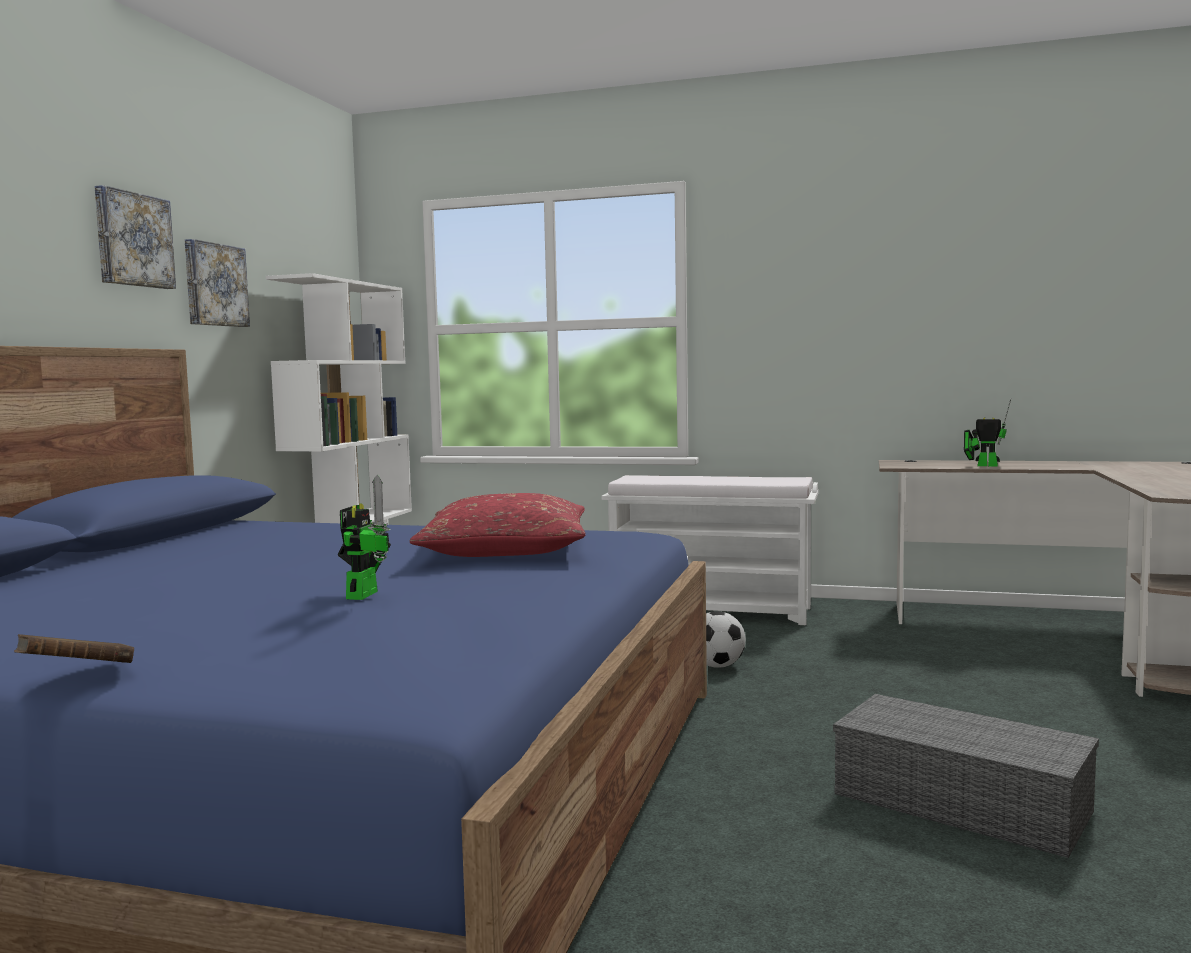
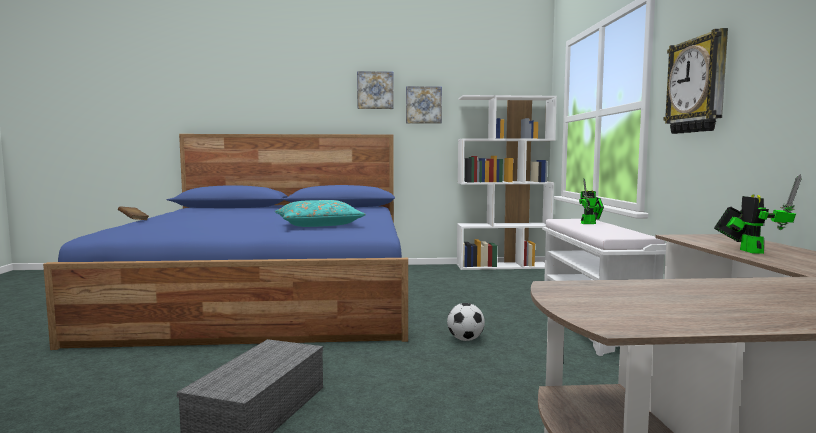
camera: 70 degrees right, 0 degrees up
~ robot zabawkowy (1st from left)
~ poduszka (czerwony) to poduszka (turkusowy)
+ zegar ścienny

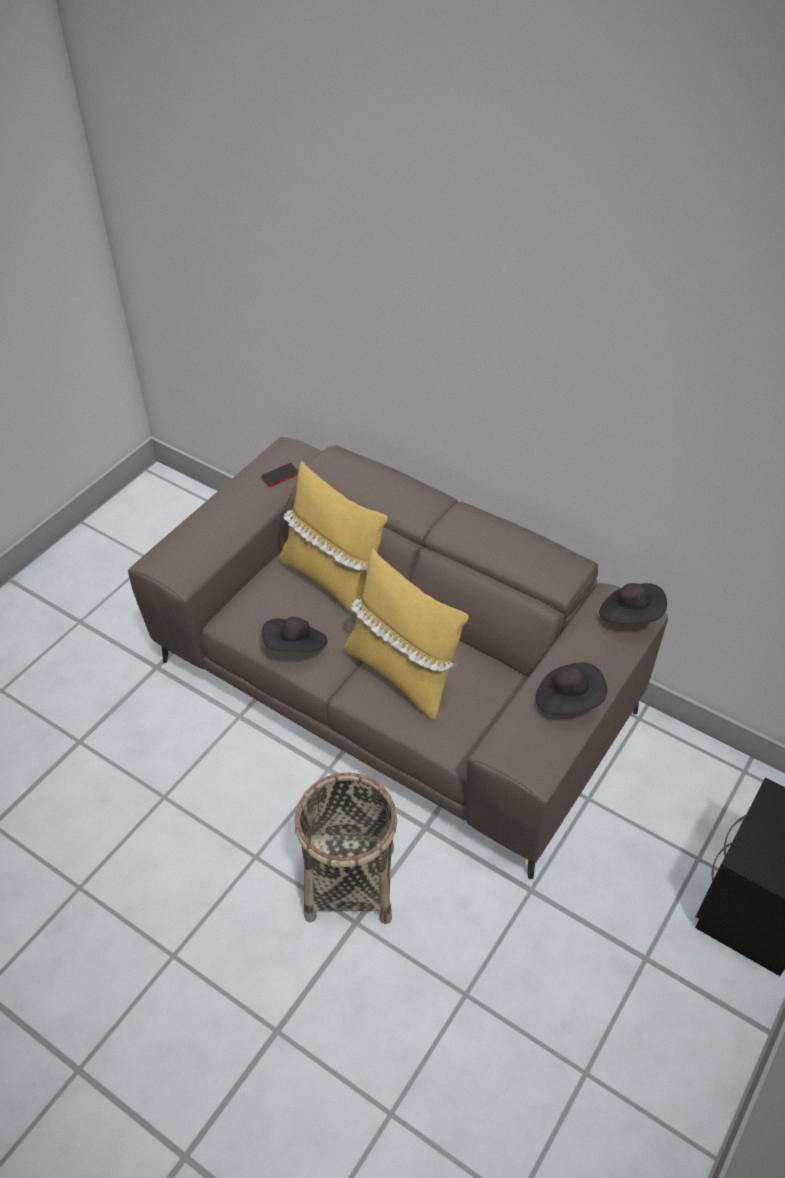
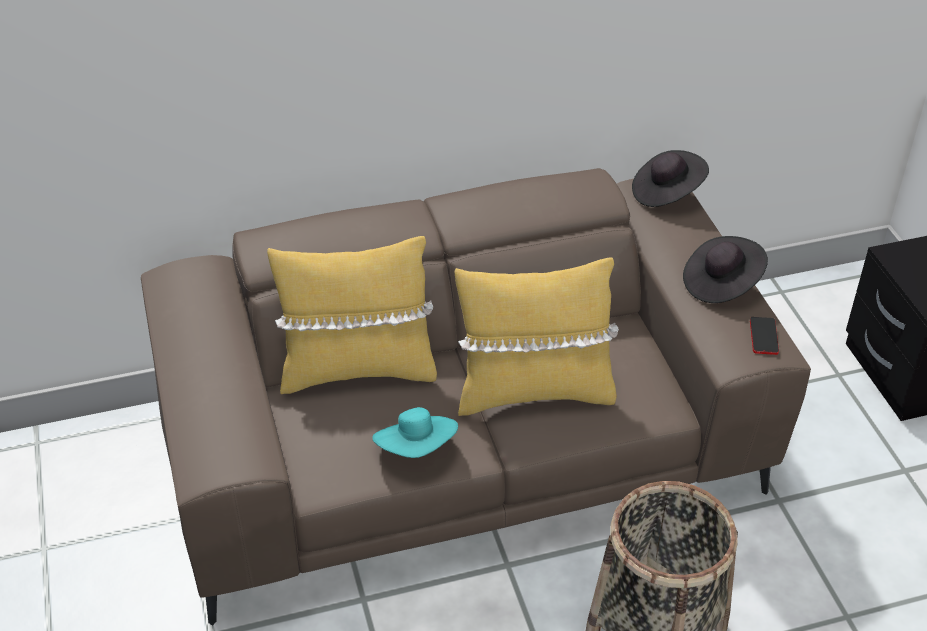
camera: 50 degrees left, 5 degrees down
~ telefon
~ kapelusz (czarny) (1st from left) to kapelusz (turkusowy)

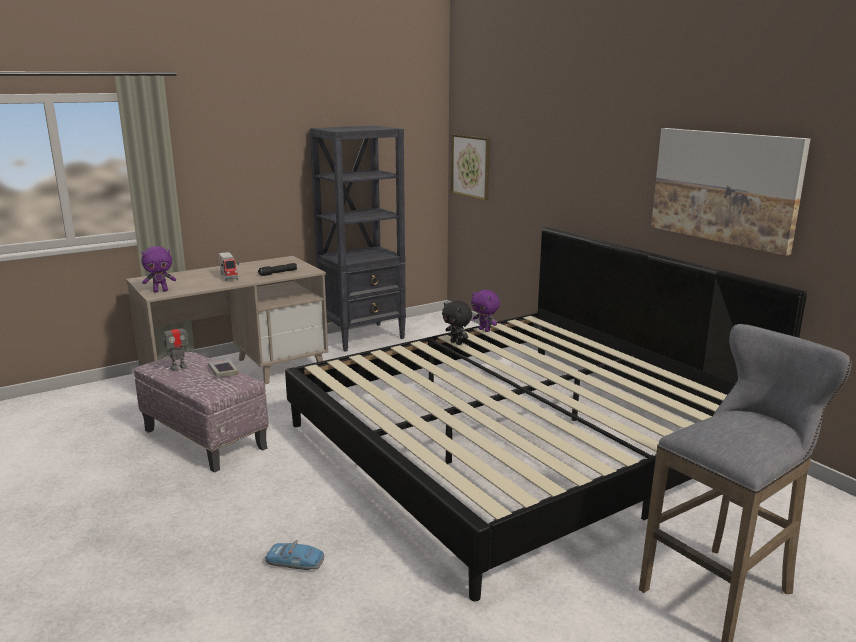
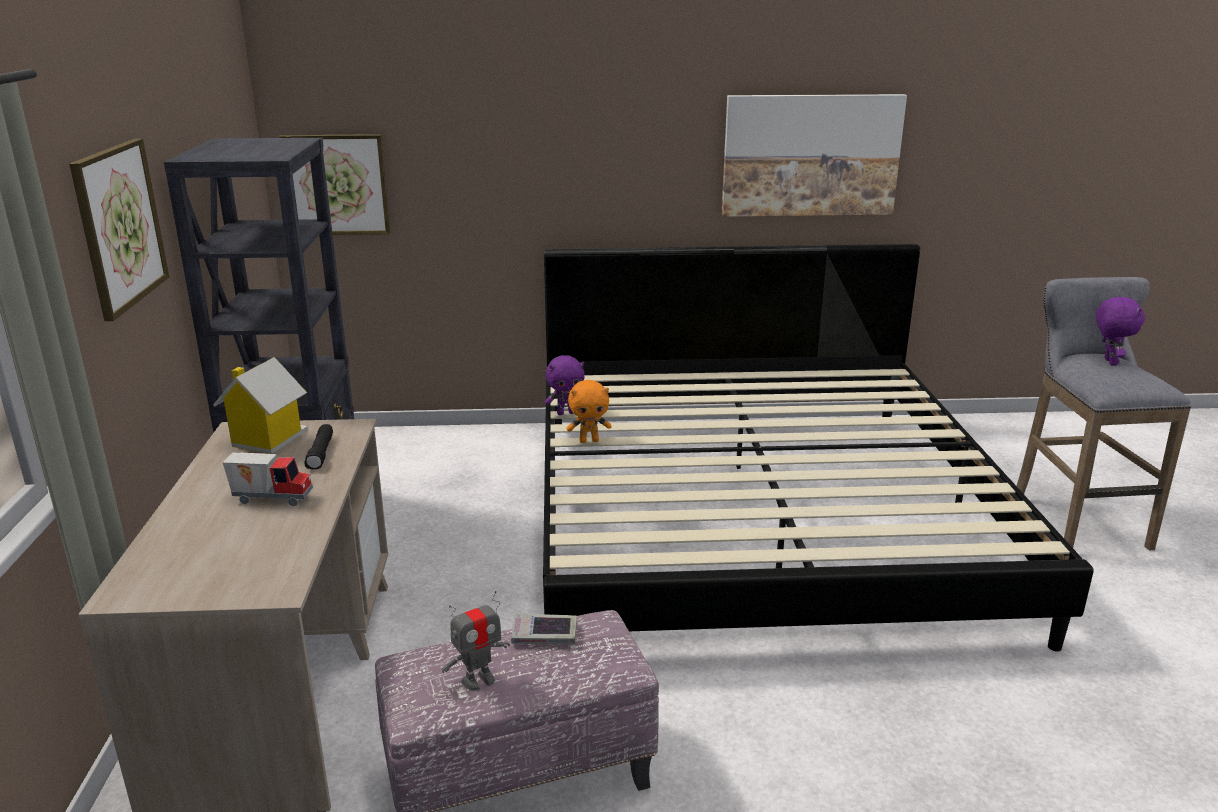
camera: 60 degrees left, 5 degrees up
~ pluszak (fioletowy) (1st from left in the first image) to pluszak (fioletowy) (2nd from left)
~ robot zabawkowy 60 degrees clockwise
- samochodzik
~ pluszak (czarny) to pluszak (pomarańczowy)
+ obraz (1st from left)
+ domek

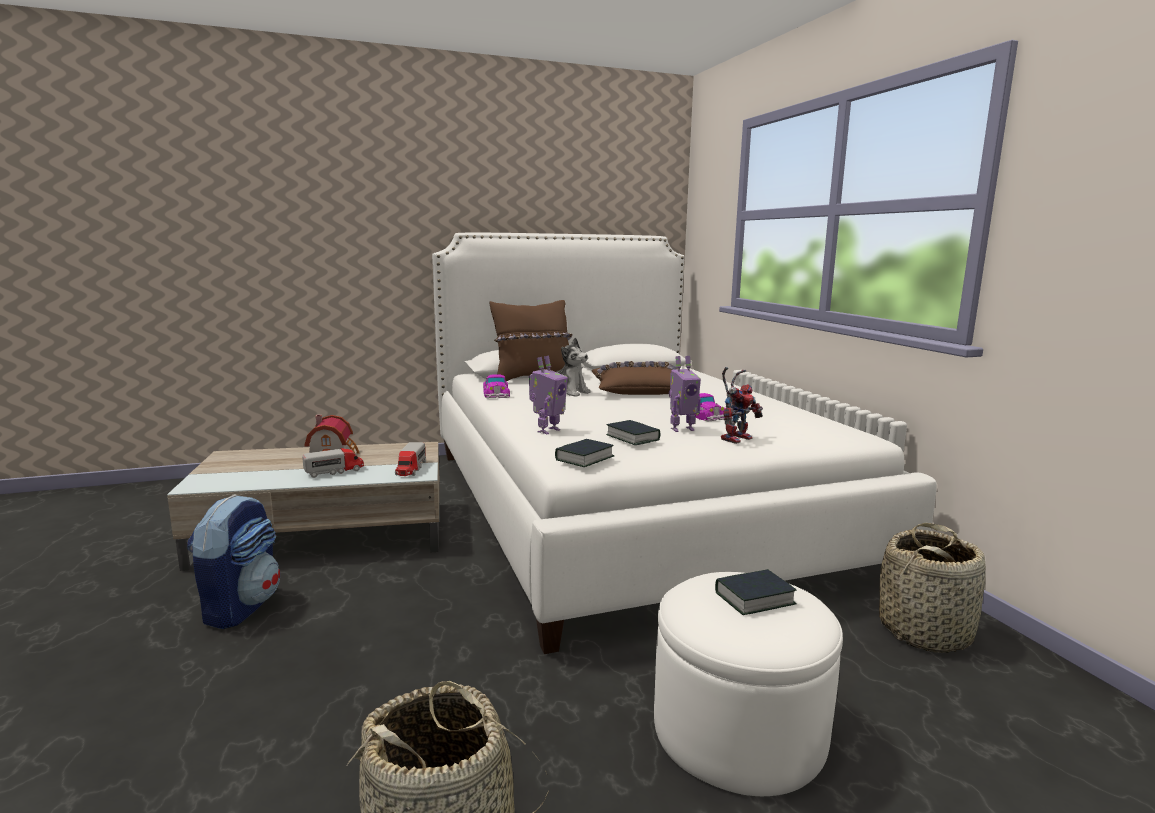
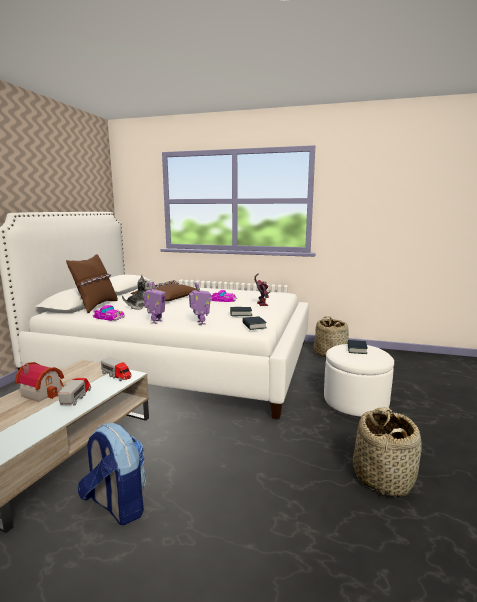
camera: 55 degrees left, 0 degrees up
~ robot zabawkowy (2nd from left in the first image) to robot zabawkowy (1st from left)

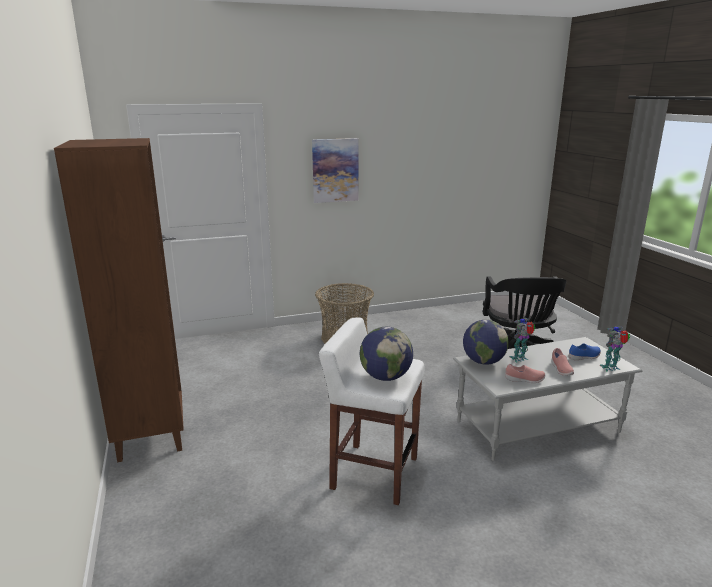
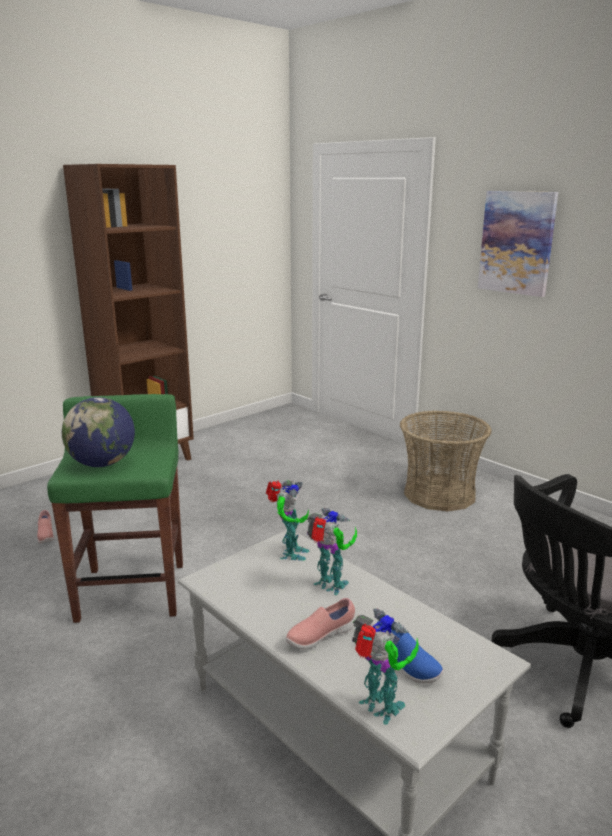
camera: 65 degrees right, 0 degrees up
~ stołek (biały) to stołek (zielony)
~ globus (2nd from left) to robot zabawkowy (1st from left)
~ but (różowy) (1st from left)

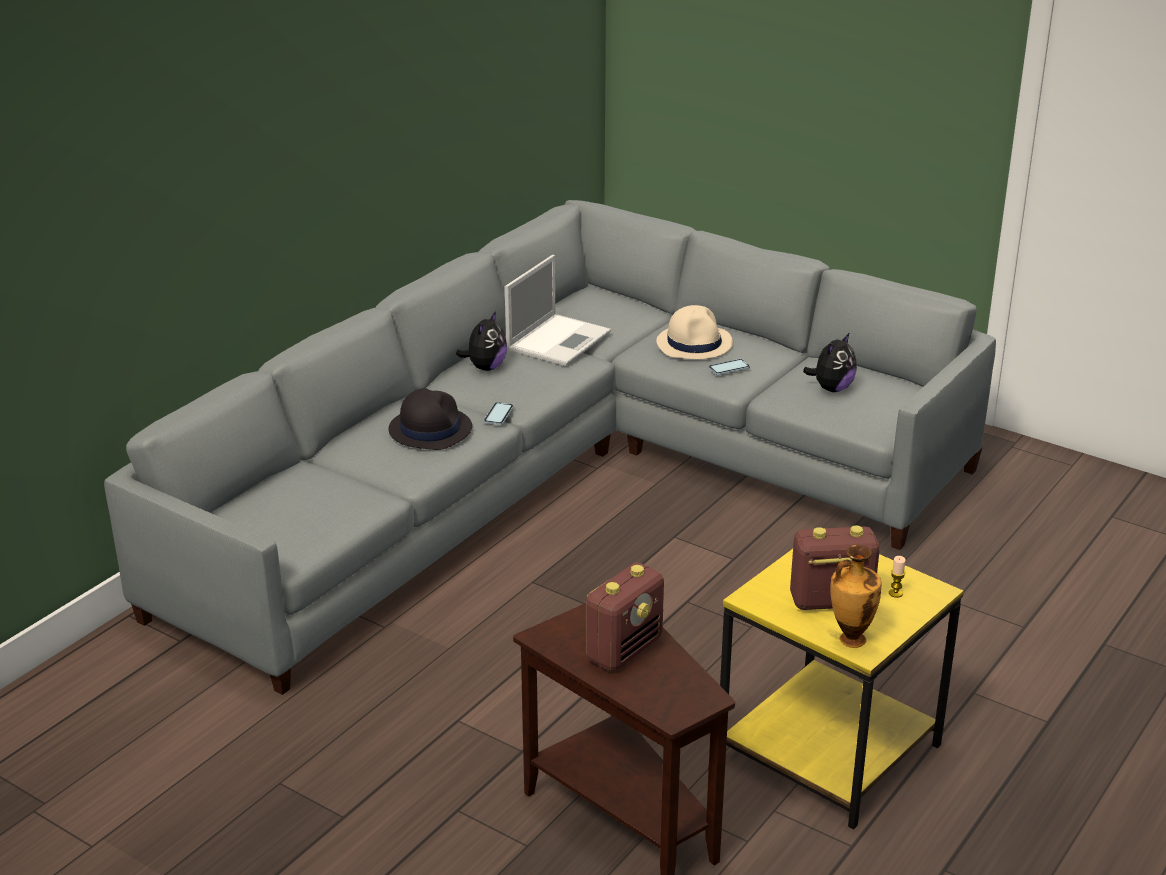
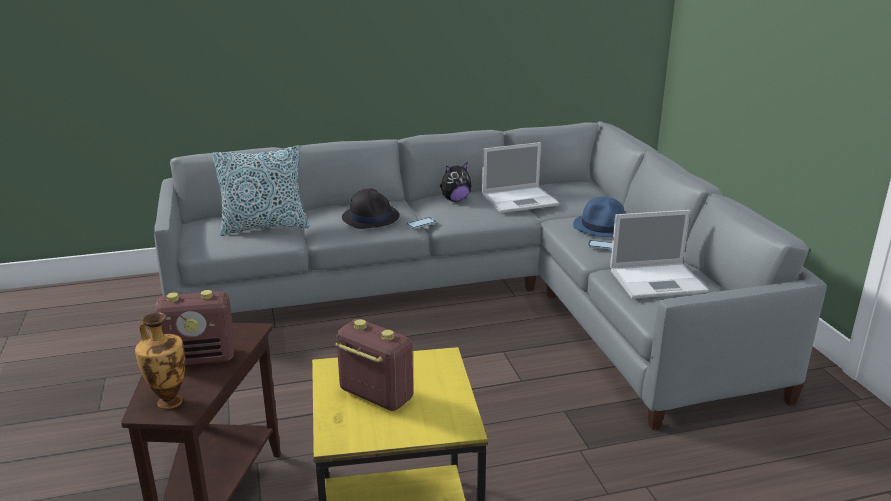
camera: 40 degrees right, 5 degrees down
~ kapelusz (beżowy) to kapelusz (niebieski)
~ pluszak (2nd from left) to laptop (2nd from left)
~ wazon
- świeca
+ poduszka

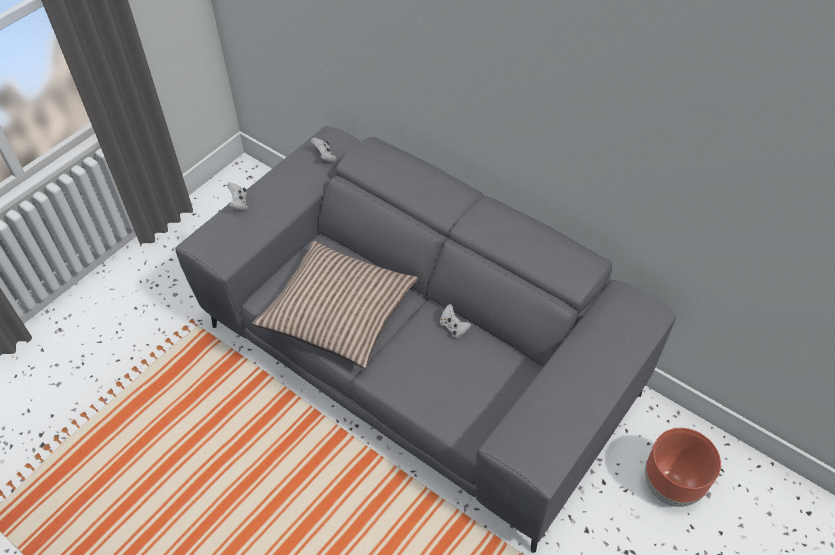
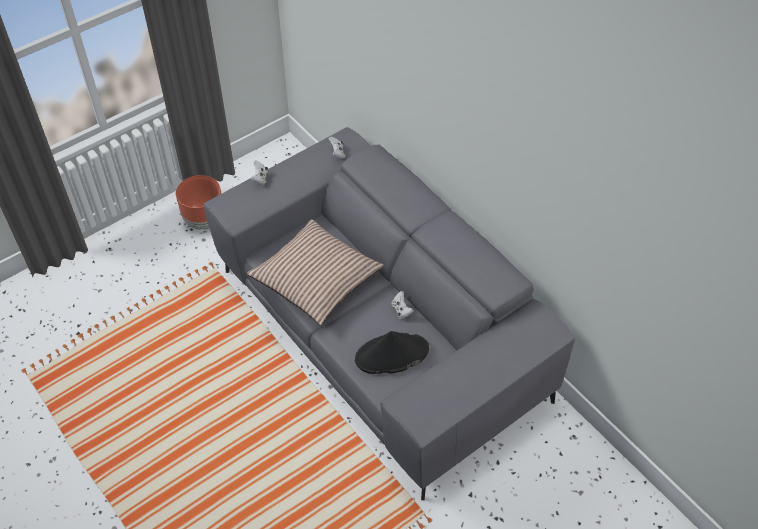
camera: 15 degrees right, 0 degrees up
~ donica (brązowy)
+ kapelusz (czarny)

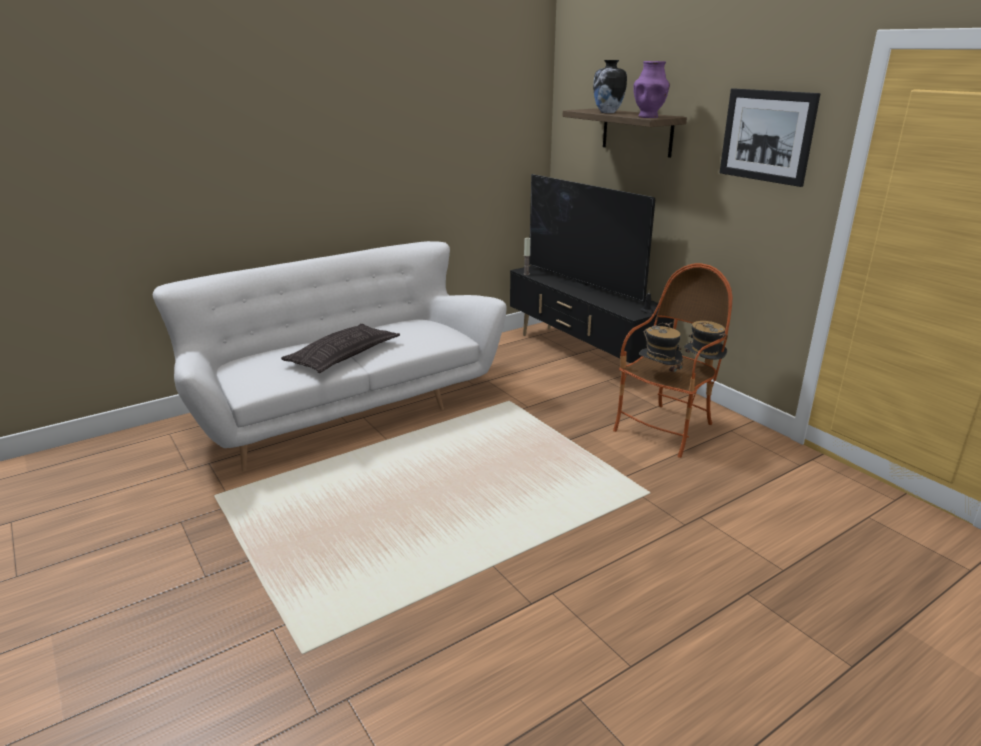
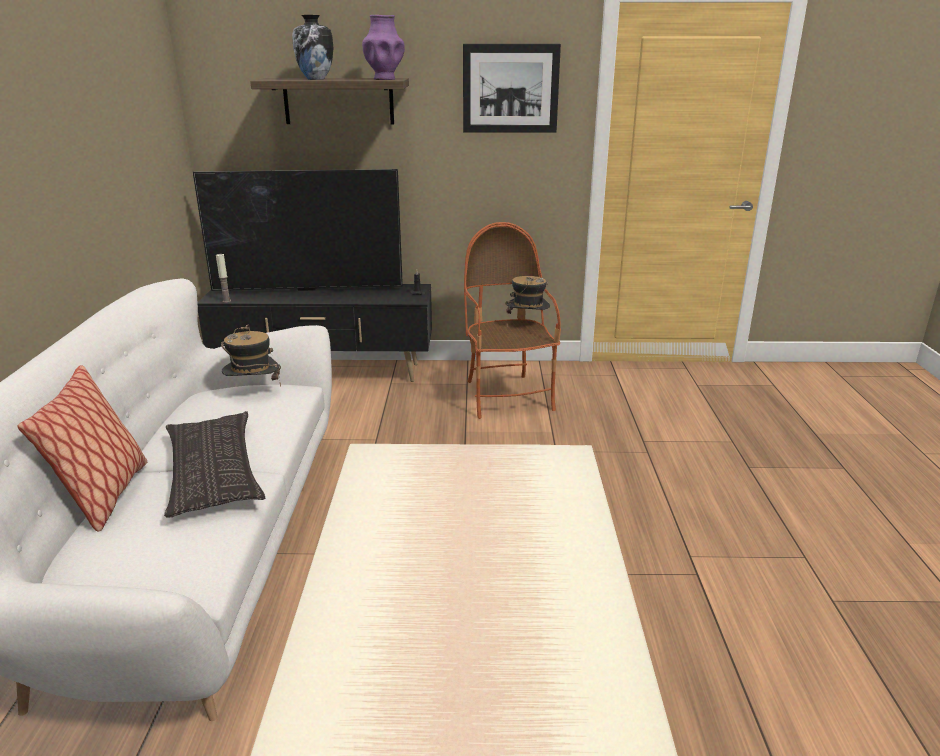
camera: 55 degrees left, 0 degrees up
~ kapelusz (1st from left)
+ poduszka (1st from left)

